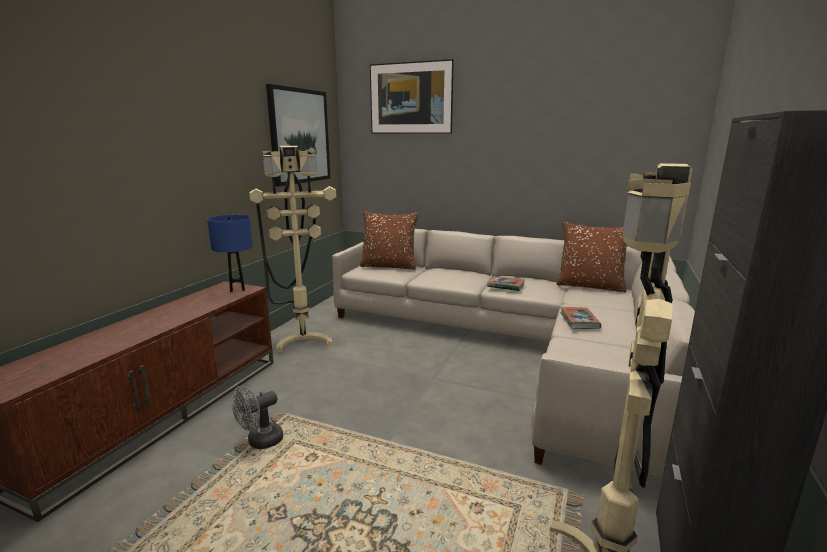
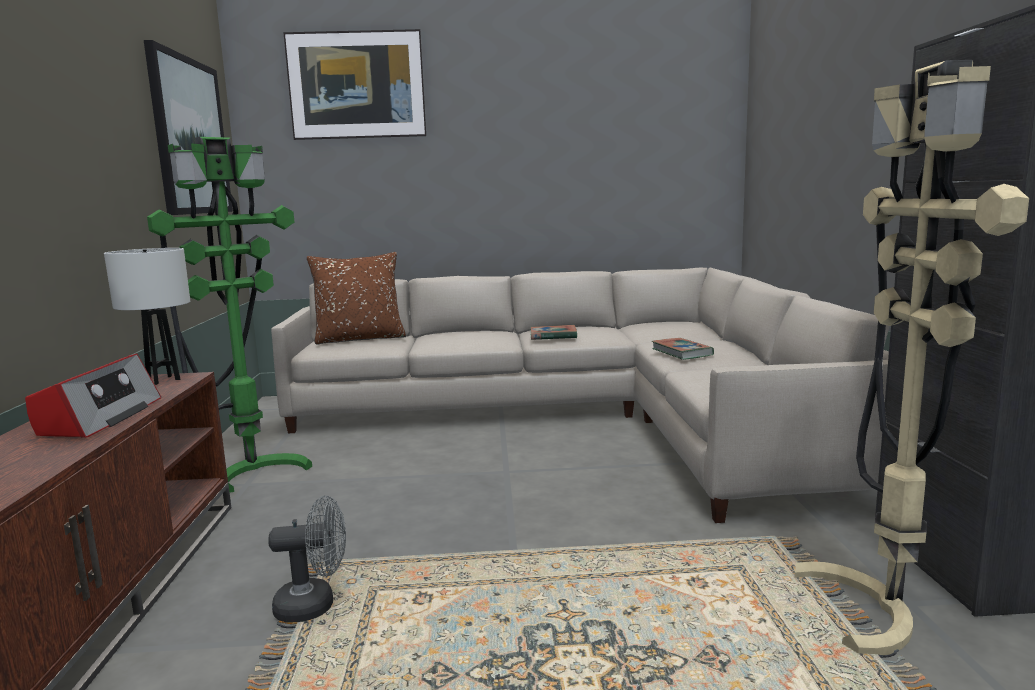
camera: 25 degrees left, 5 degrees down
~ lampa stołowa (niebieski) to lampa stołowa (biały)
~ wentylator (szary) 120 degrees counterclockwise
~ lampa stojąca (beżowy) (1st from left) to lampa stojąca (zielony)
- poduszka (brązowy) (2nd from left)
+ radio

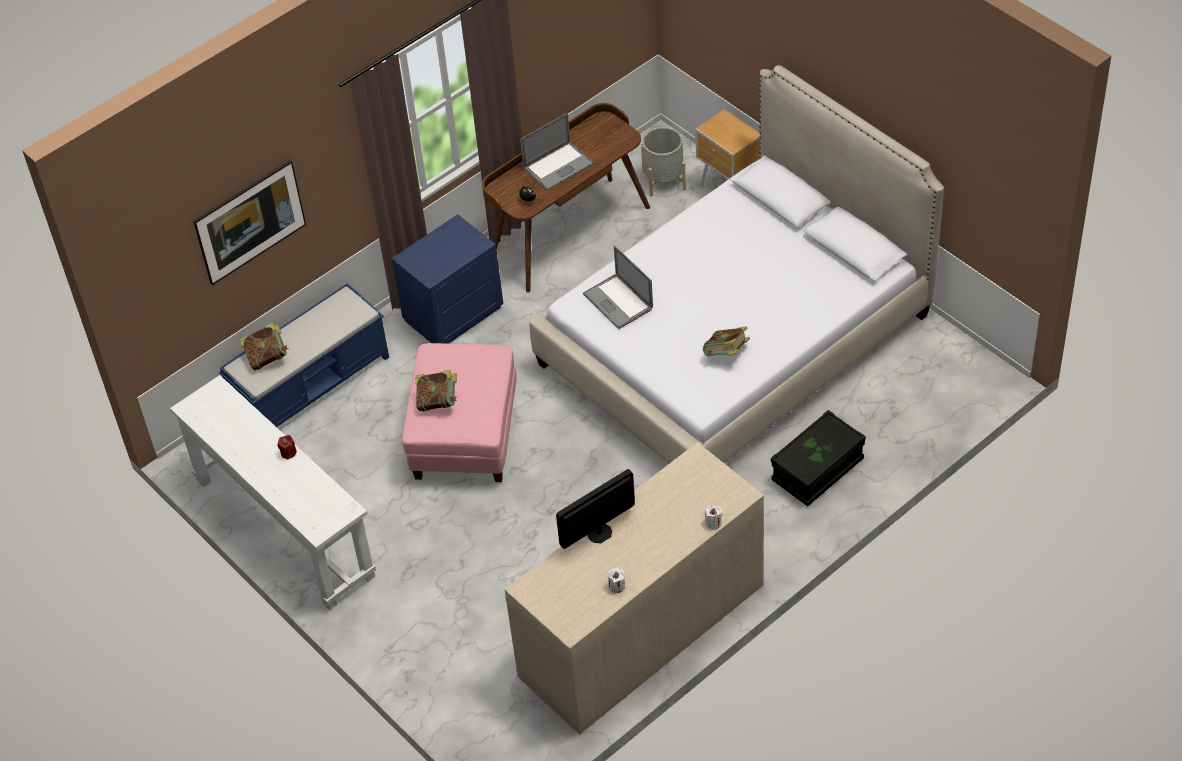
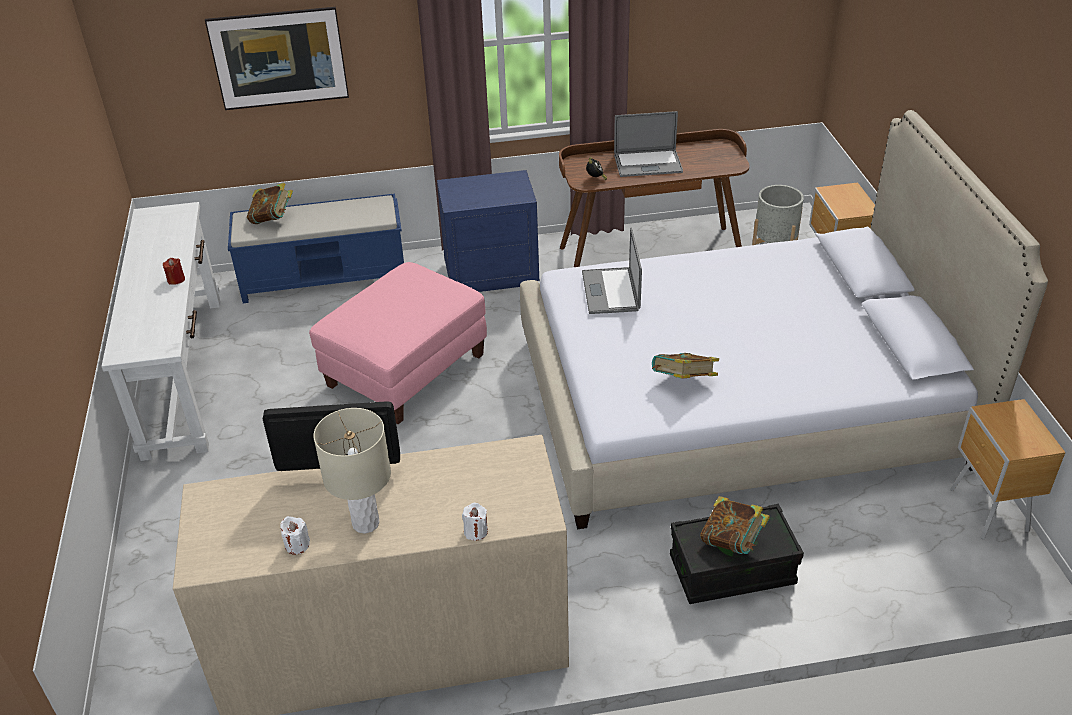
camera: 30 degrees right, 10 degrees down
~ książka (2nd from left in the first image) to książka (3rd from left)
+ lampa stołowa (beżowy)
+ szafka nocna (brązowy) (2nd from left)

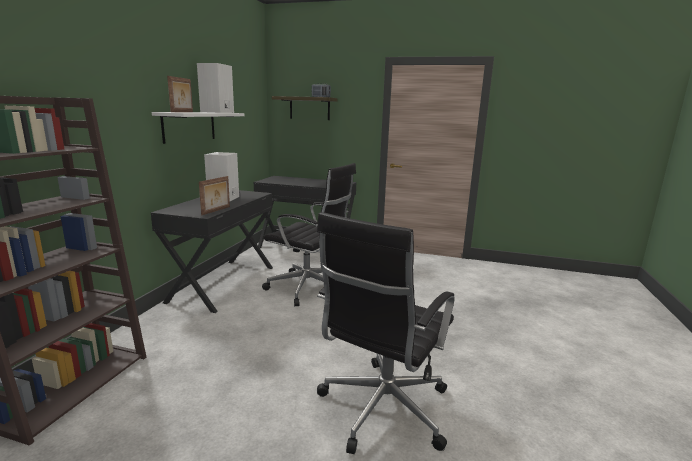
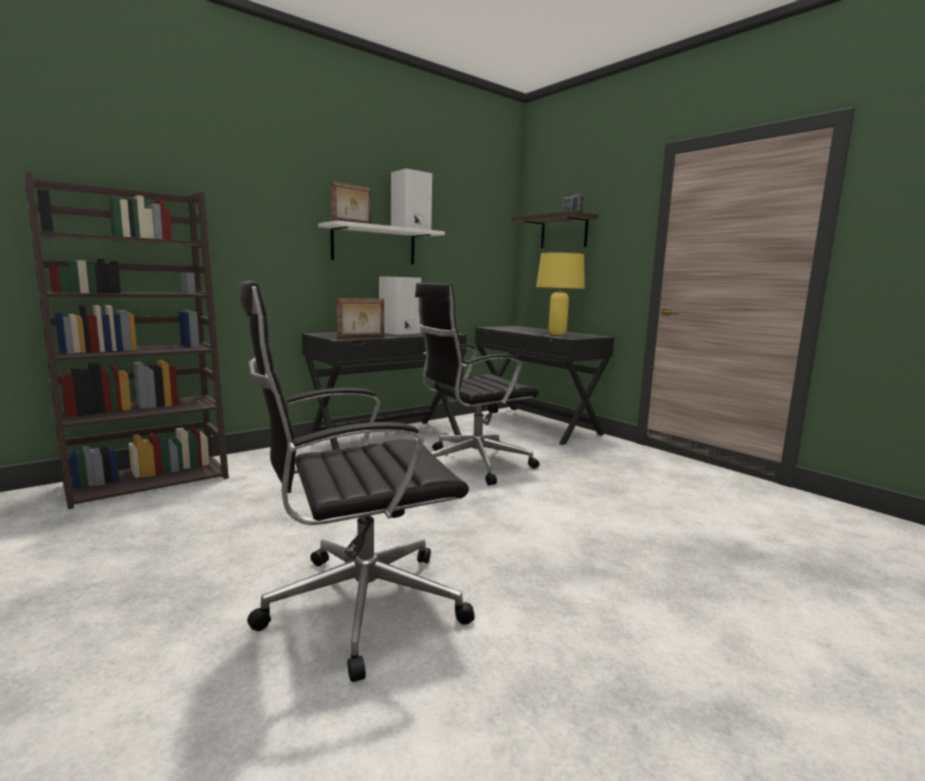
camera: 35 degrees right, 5 degrees down
~ krzesło biurowe (czarny) (1st from left in the first image) 90 degrees clockwise
+ lampa stołowa (żółty)

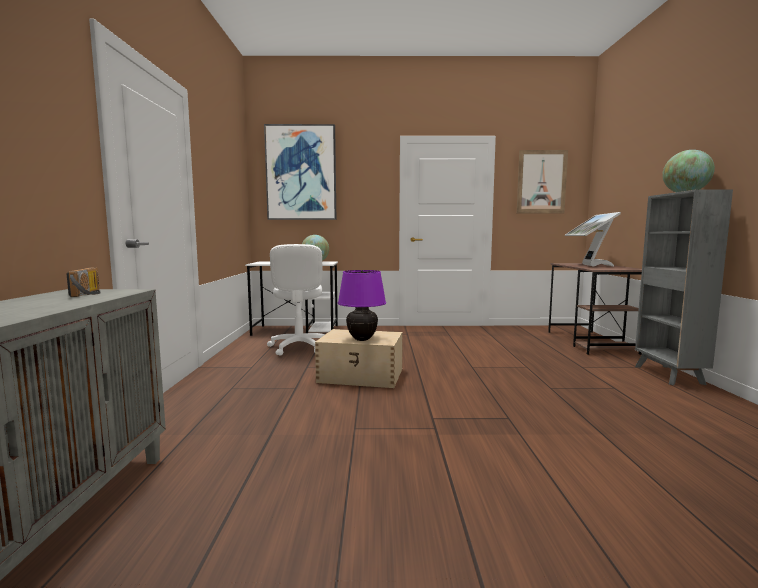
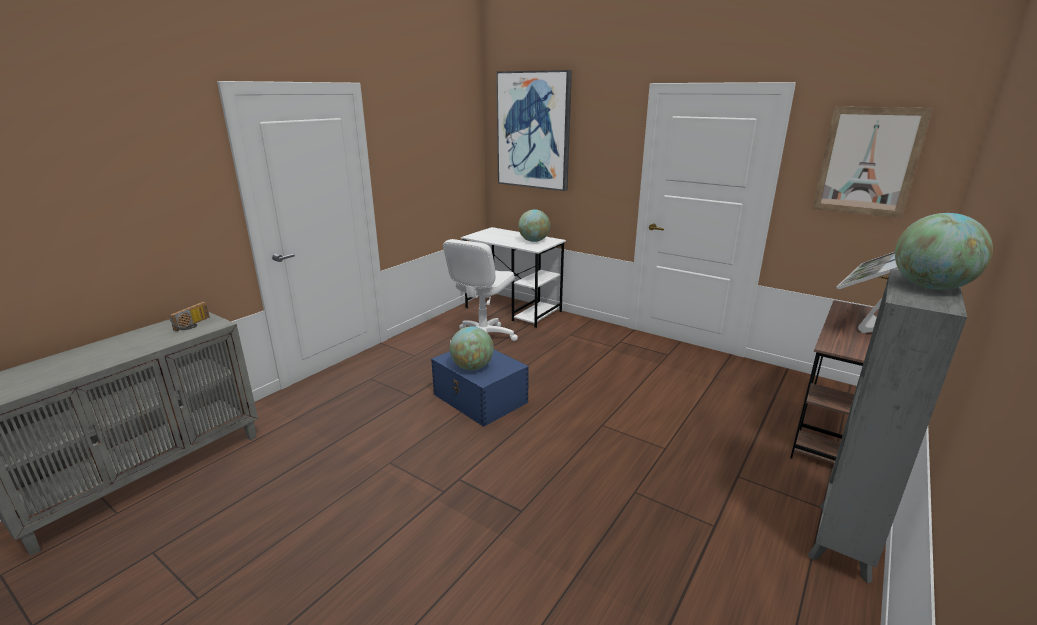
camera: 35 degrees right, 15 degrees up
~ pojemnik do przechowywania (beżowy) to pojemnik do przechowywania (niebieski)
~ lampa stołowa (fioletowy) to globus (1st from left)

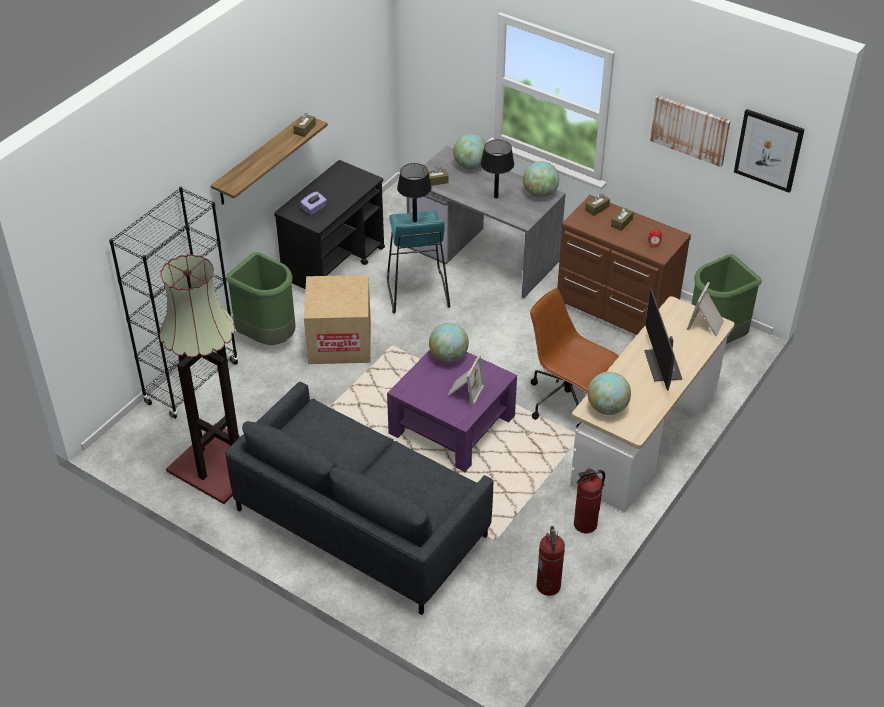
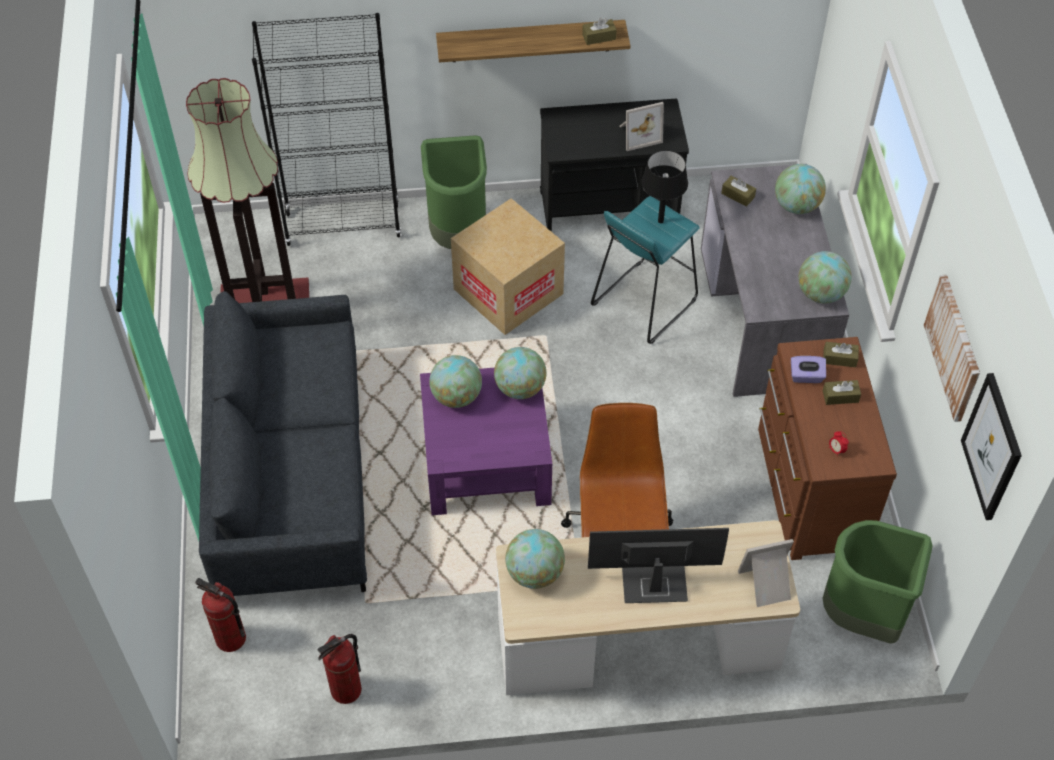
camera: 50 degrees right, 10 degrees up
~ pudełko chusteczek (fioletowy)
~ ramka na zdjęcie (1st from left)
- lampa stołowa (czarny) (2nd from left)
~ gaśnica (2nd from left in the first image) to gaśnica (1st from left)
~ monitor 45 degrees clockwise
+ globus (1st from left)

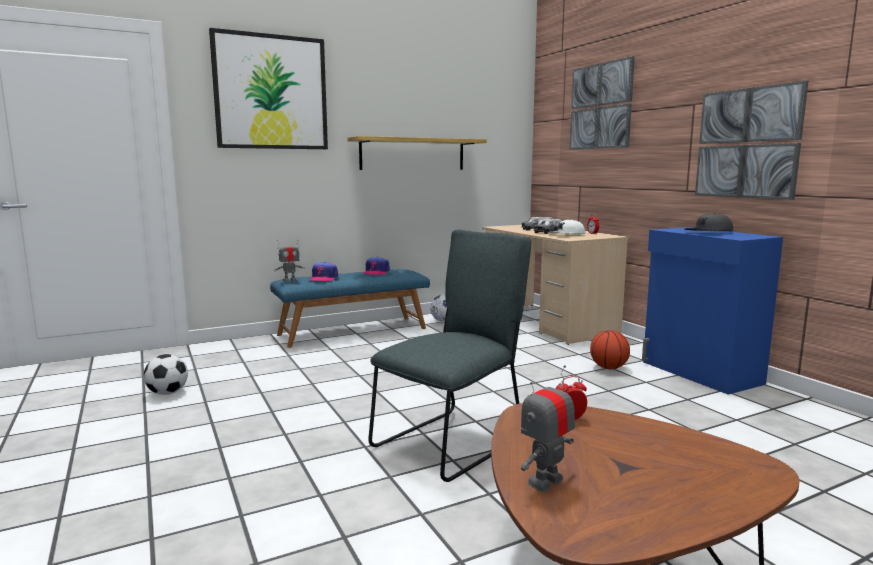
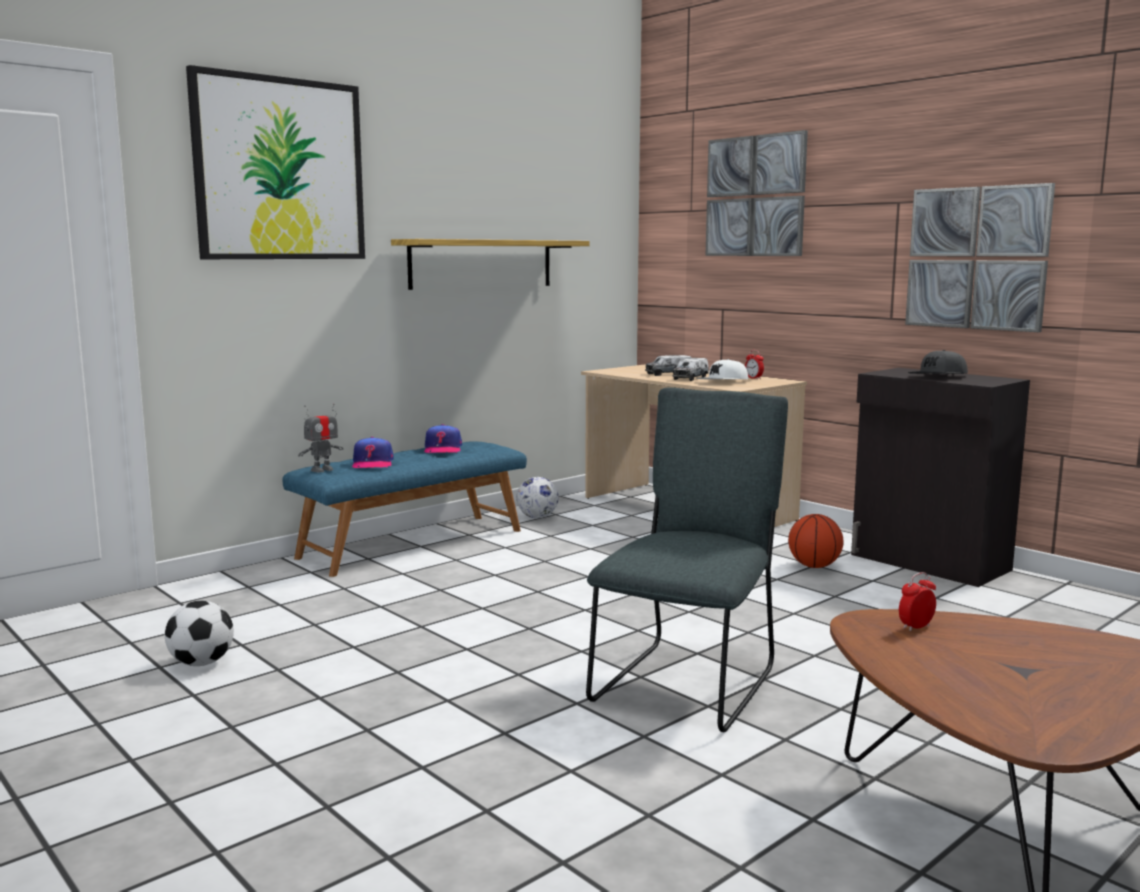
camera: 15 degrees left, 0 degrees up
- robot zabawkowy (2nd from left)
~ szafka (niebieski) to szafka (czarny)

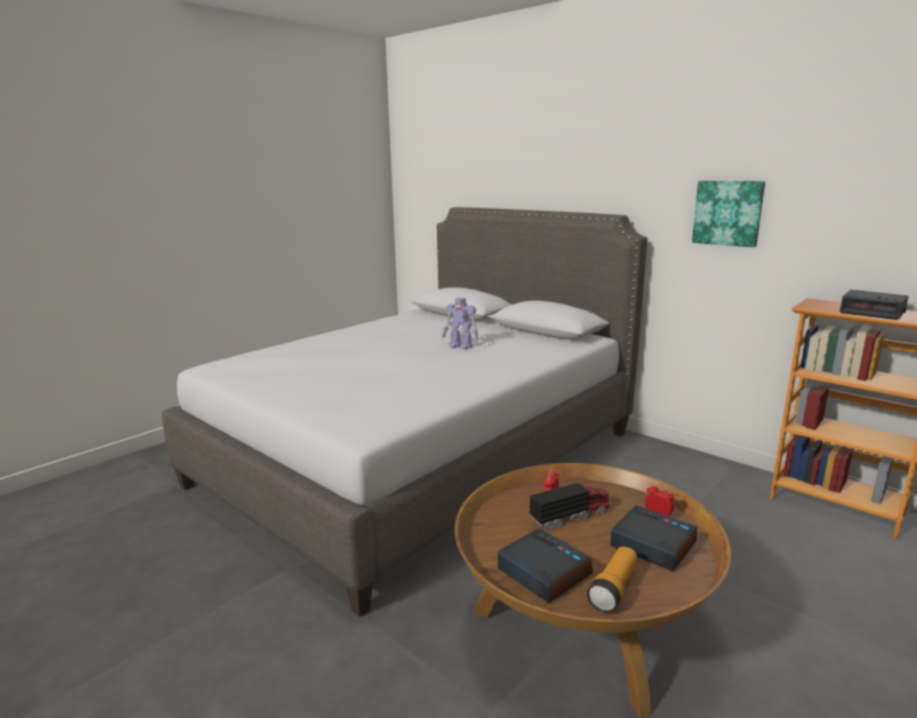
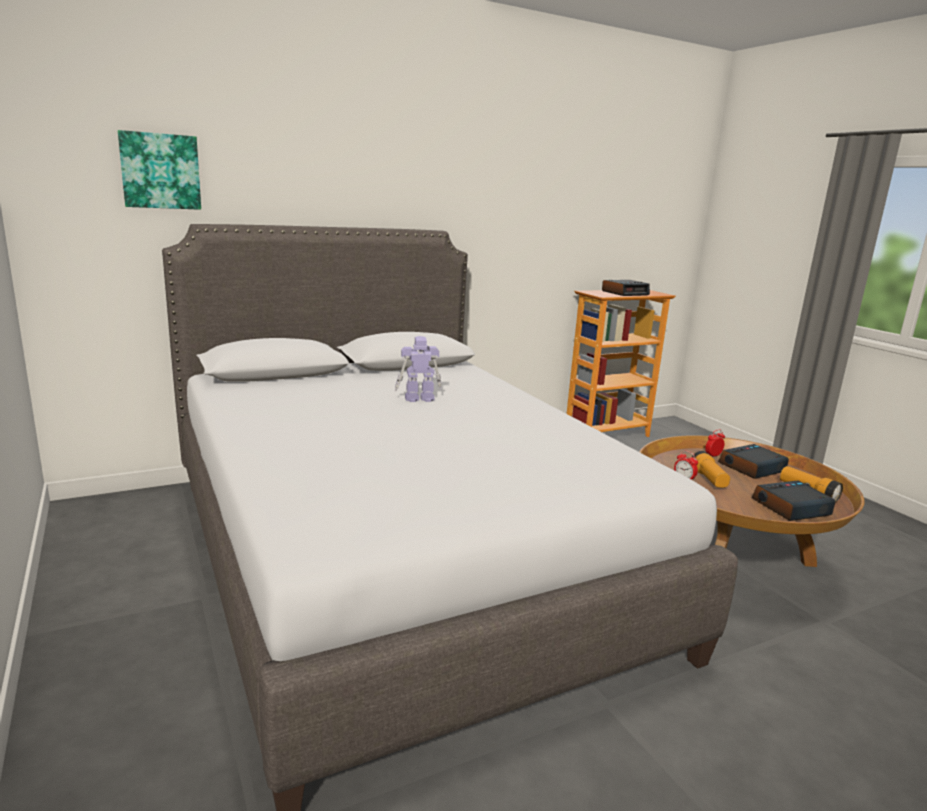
camera: 70 degrees left, 0 degrees up
~ robot zabawkowy 150 degrees counterclockwise
~ ciężarówka zabawkowa to latarka (1st from left)
~ obraz

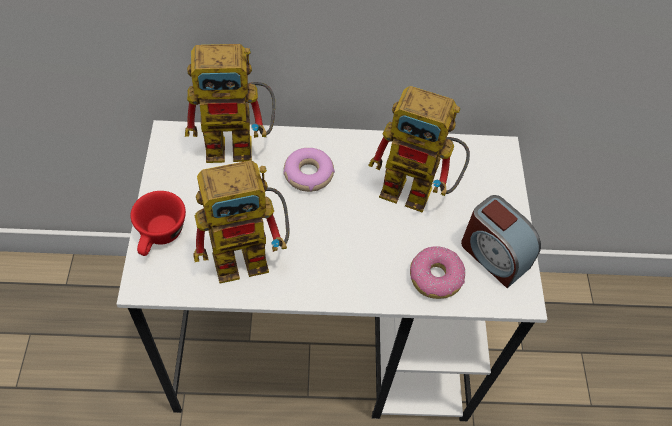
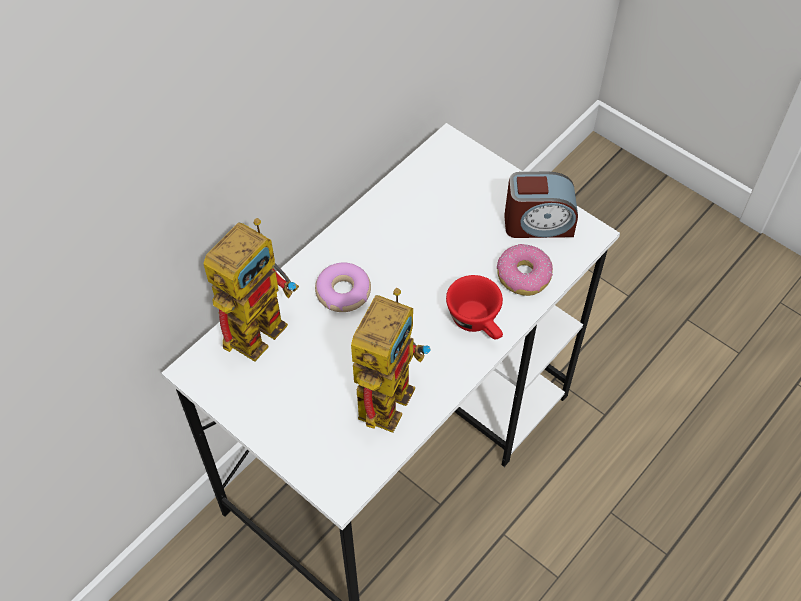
camera: 45 degrees left, 0 degrees up
~ filiżanka (czerwony)
- robot zabawkowy (3rd from left)

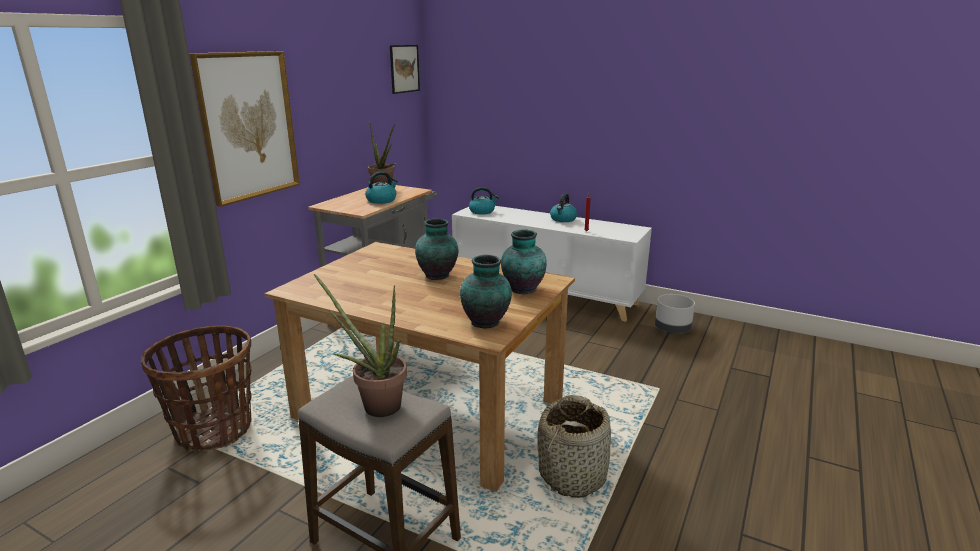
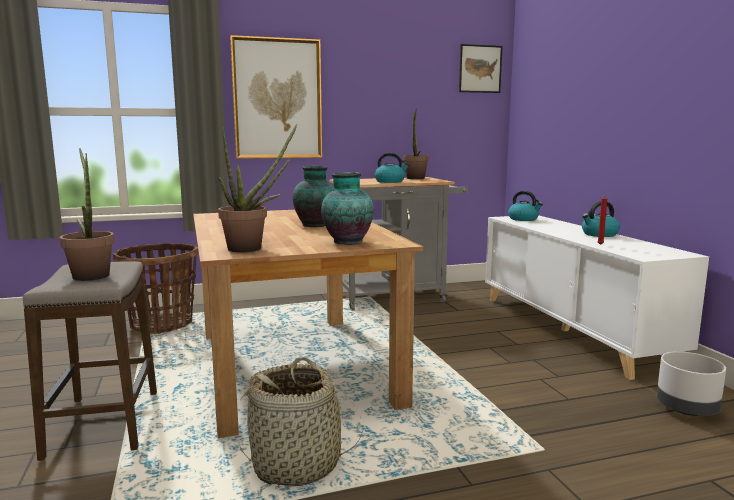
camera: 45 degrees right, 10 degrees down
~ wazon (2nd from left) to roślina doniczkowa (2nd from left)

